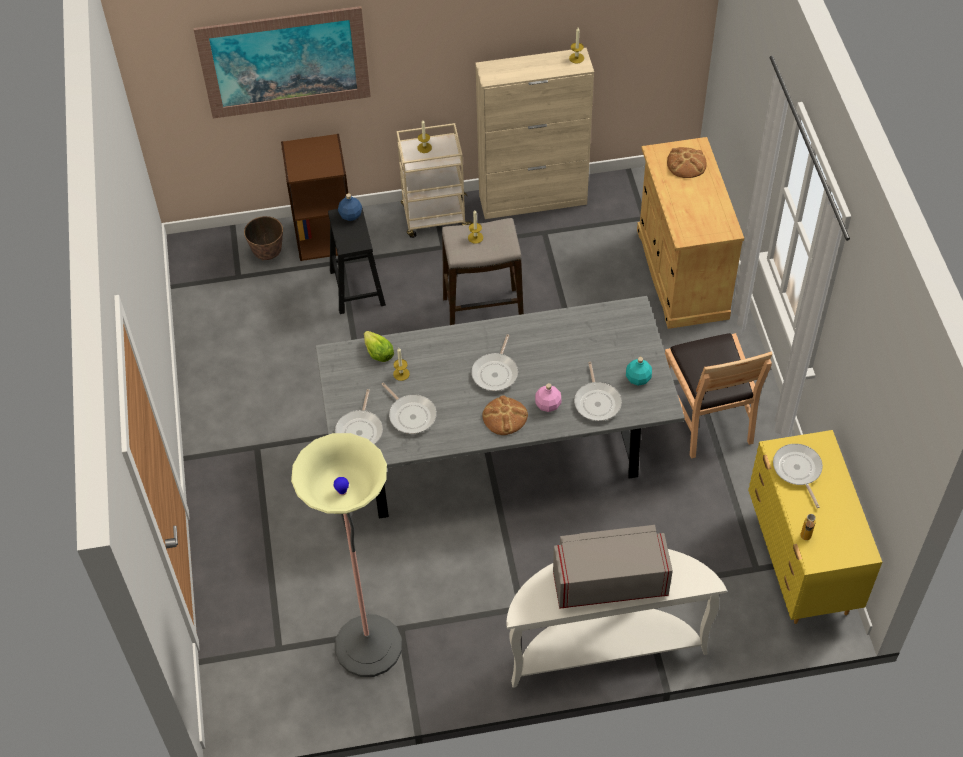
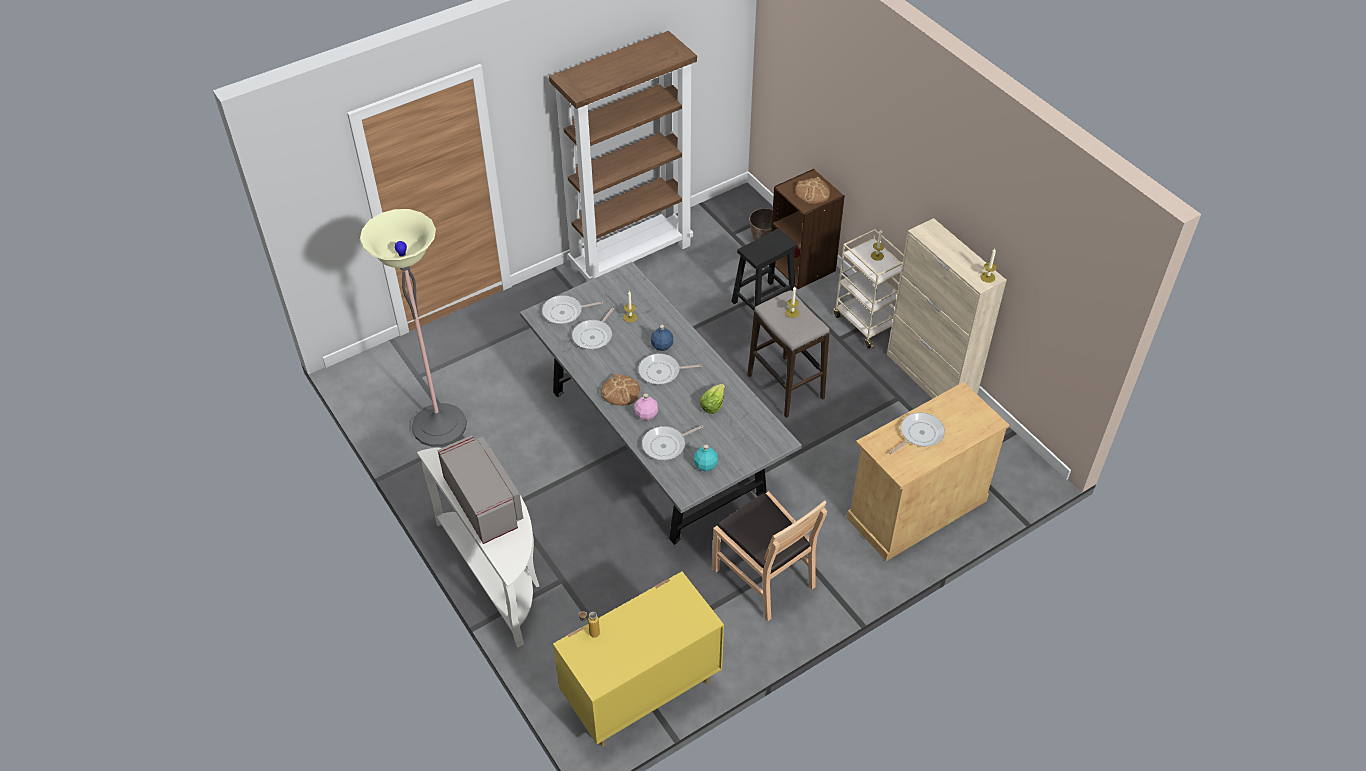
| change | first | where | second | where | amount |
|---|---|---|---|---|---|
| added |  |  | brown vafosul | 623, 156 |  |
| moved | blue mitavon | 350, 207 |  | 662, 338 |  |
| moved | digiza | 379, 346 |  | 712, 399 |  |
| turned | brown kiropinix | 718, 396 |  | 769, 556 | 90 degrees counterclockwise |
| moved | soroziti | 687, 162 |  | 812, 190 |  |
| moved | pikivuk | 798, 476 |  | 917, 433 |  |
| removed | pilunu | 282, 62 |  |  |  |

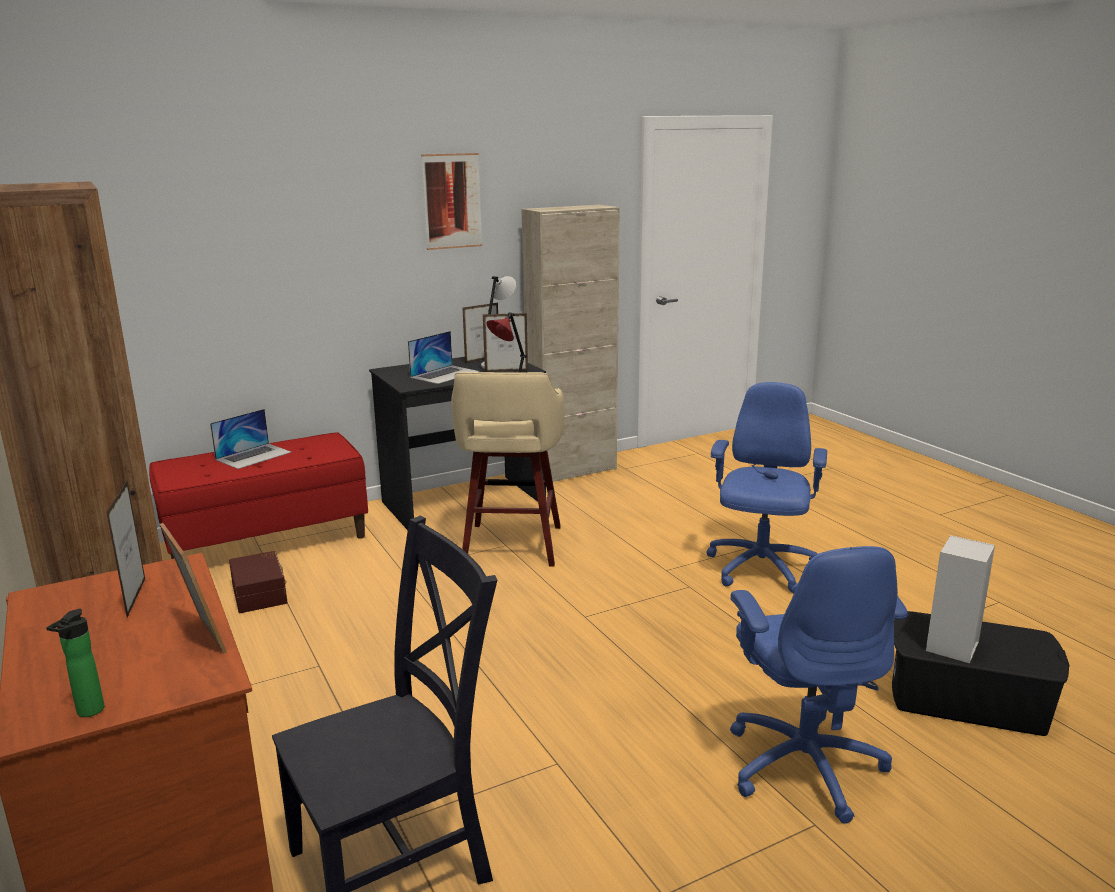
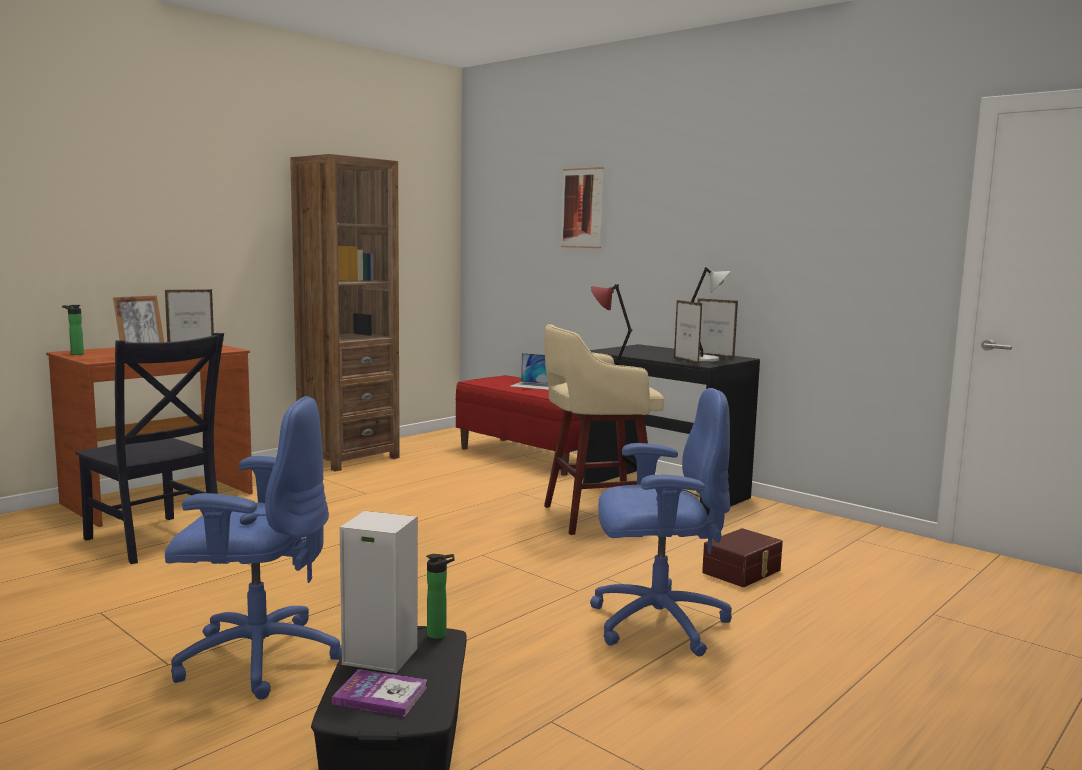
| change | first | where | second | where | amount |
|---|---|---|---|---|---|
| turned | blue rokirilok | 819, 685 |  | 253, 548 | 150 degrees counterclockwise |
| added |  |  | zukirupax | 379, 693 |  |
| added |  |  | mitavon | 440, 596 |  |
| moved | pilunu | 451, 201 |  | 582, 207 |  |
| moved | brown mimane | 258, 582 |  | 742, 557 |  |
| removed | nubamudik | 443, 357 |  |  |  |
| removed | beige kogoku | 571, 343 |  |  |  |

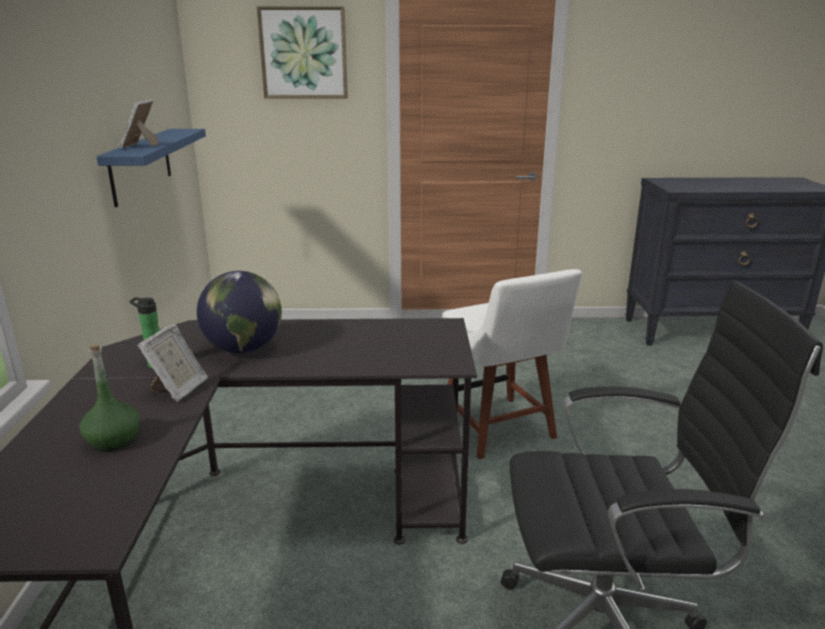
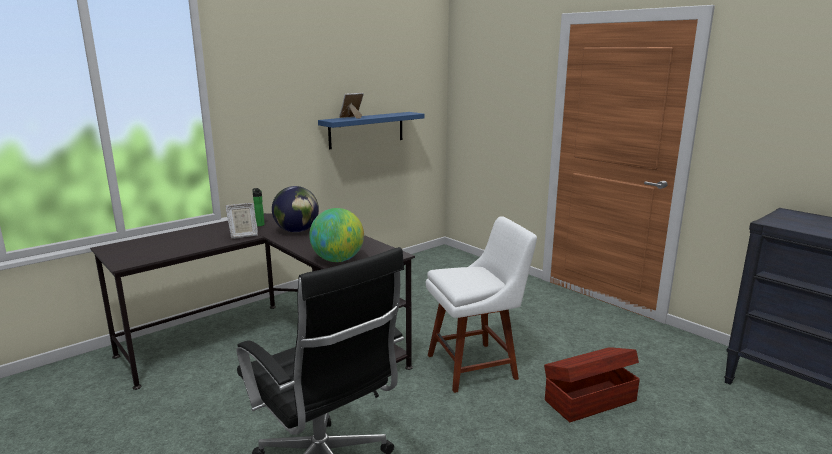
| change | first | where | second | where | amount |
|---|---|---|---|---|---|
| added |  |  | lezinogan | 336, 235 |  |
| turned | white kiropinix | 512, 364 |  | 481, 304 | 135 degrees counterclockwise |
| added |  |  | brown mimane | 592, 384 |  |
| removed | green mitavon | 110, 398 |  |  |  |
| removed | pilunu | 302, 52 |  |  |  |

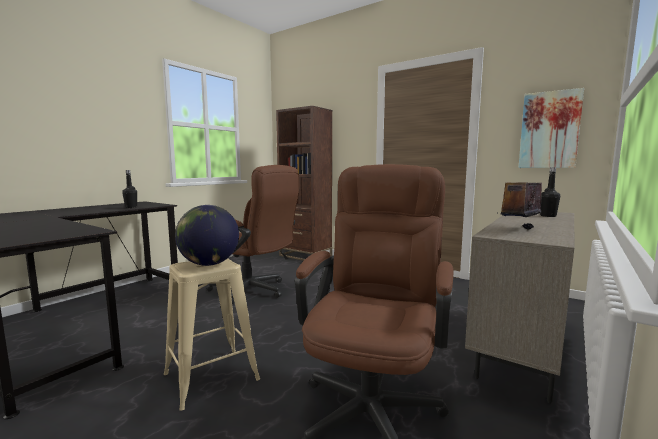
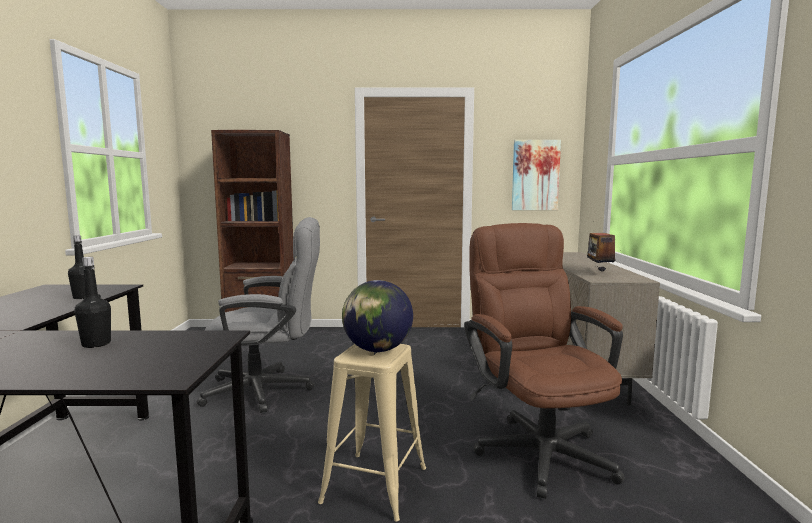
| change | first | where | second | where | amount |
|---|---|---|---|---|---|
| moved | black mitavon | 550, 192 |  | 93, 302 |  |
| recoloured | brown rokirilok | 253, 234 | grey rokirilok | 258, 315 |  |

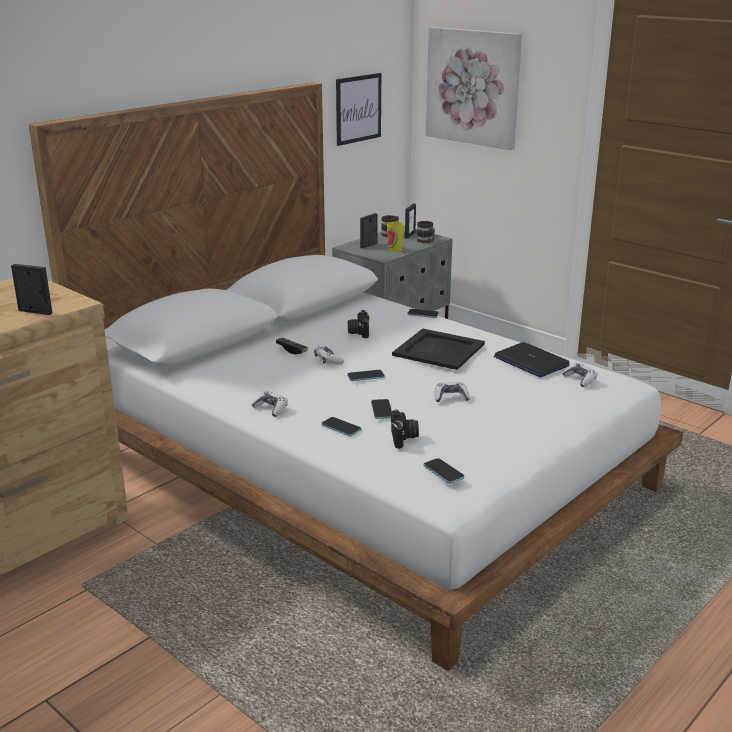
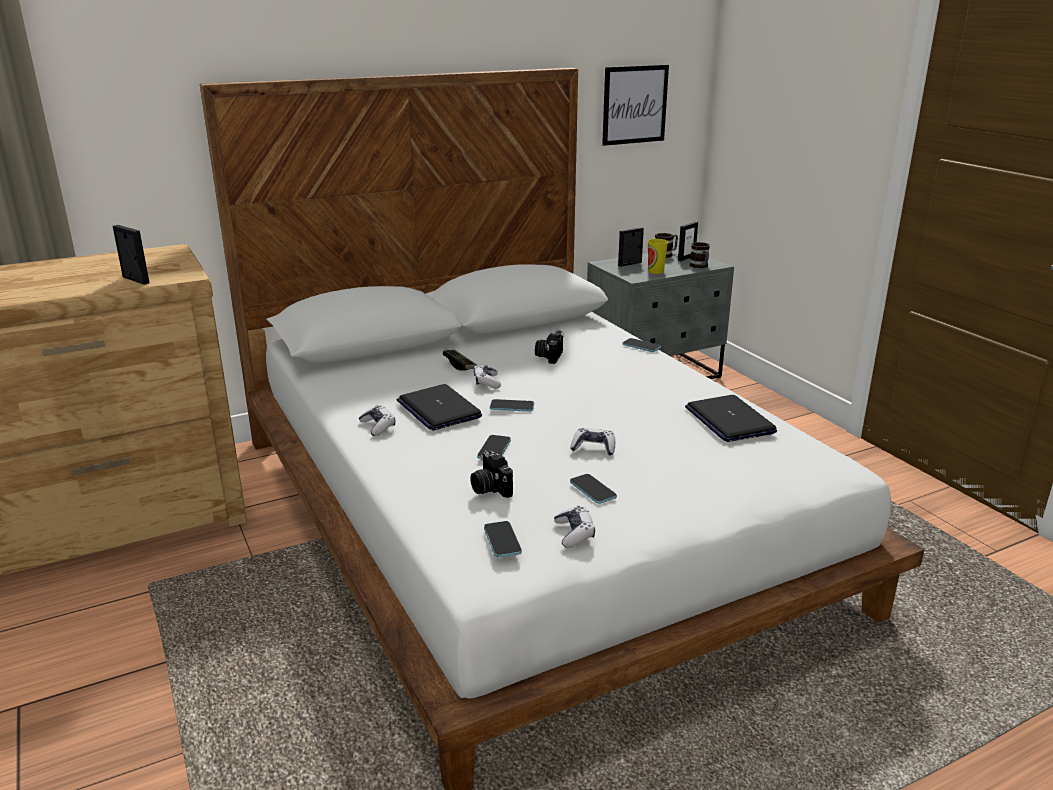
| change | first | where | second | where | amount |
|---|---|---|---|---|---|
| added |  |  | nubamudik | 439, 407 |  |
| turned | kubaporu | 405, 429 |  | 491, 473 | 135 degrees clockwise |
| moved | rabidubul | 579, 375 |  | 574, 527 |  |
| moved | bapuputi | 341, 426 |  | 593, 489 |  |
| removed | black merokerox | 438, 349 |  |  |  |
| removed | pilunu | 474, 88 |  |  |  |

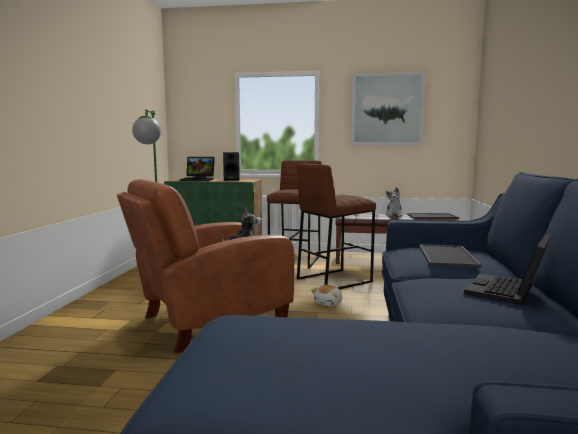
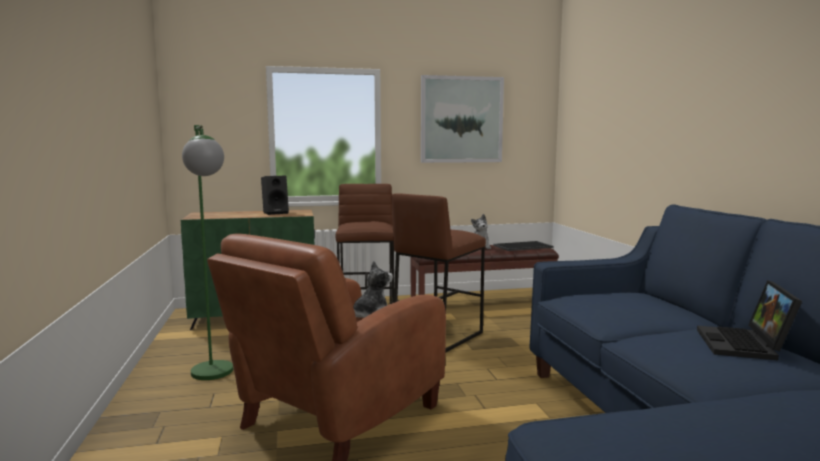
| change | first | where | second | where | amount |
|---|---|---|---|---|---|
| removed | nubamudik | 197, 169 |  |  |  |
| removed | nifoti | 326, 295 |  |  |  |
| removed | merokerox | 450, 256 |  |  |  |

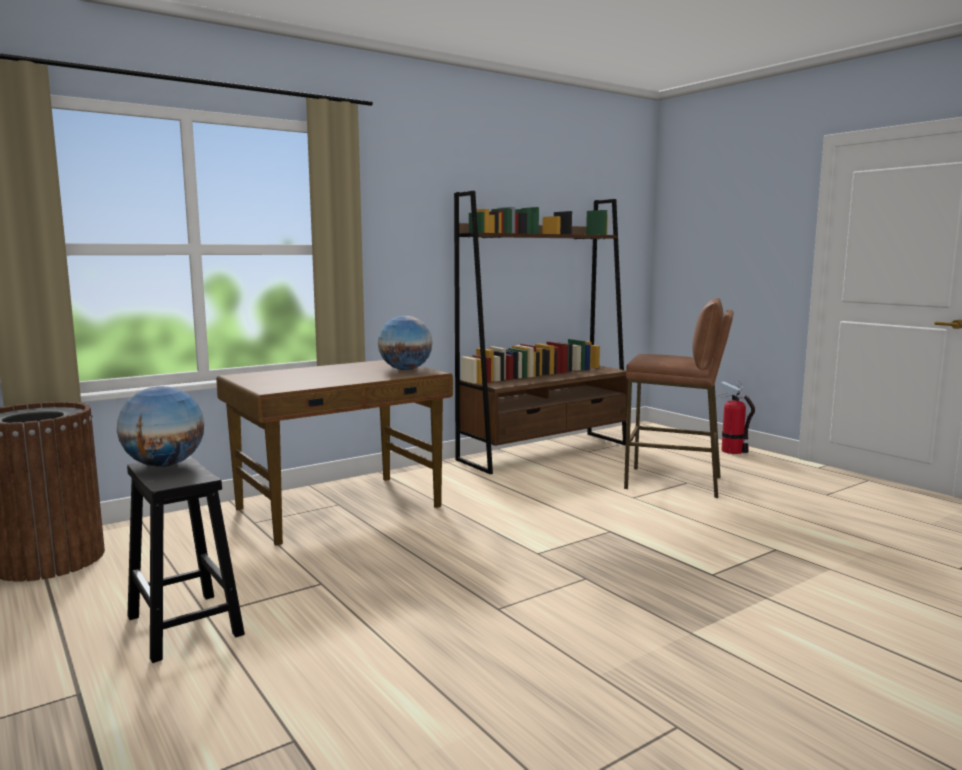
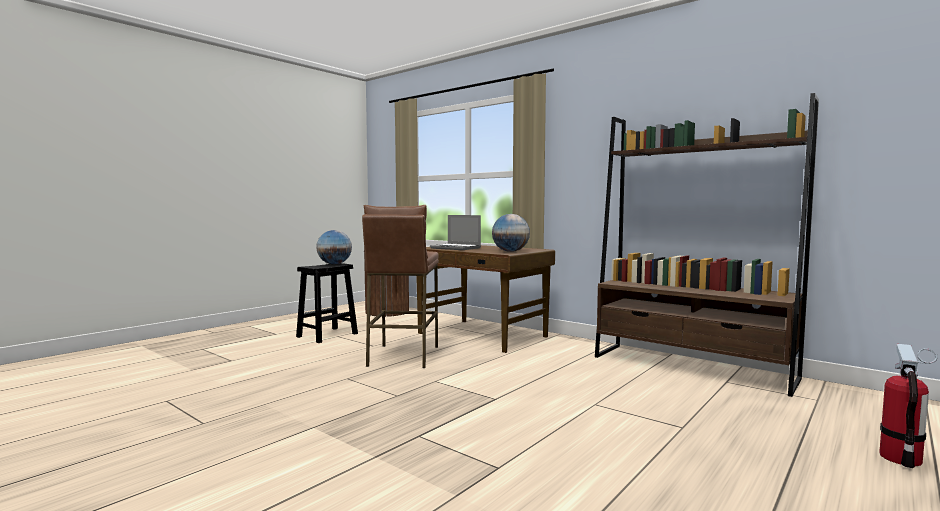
| change | first | where | second | where | amount |
|---|---|---|---|---|---|
| moved | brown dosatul | 679, 398 |  | 400, 286 |  |
| added |  |  | nubamudik | 455, 232 |  |

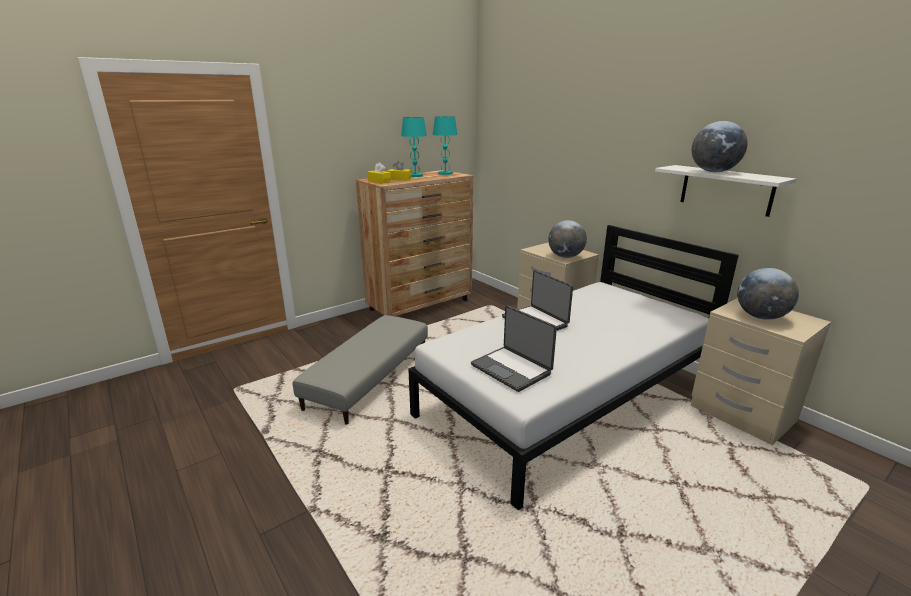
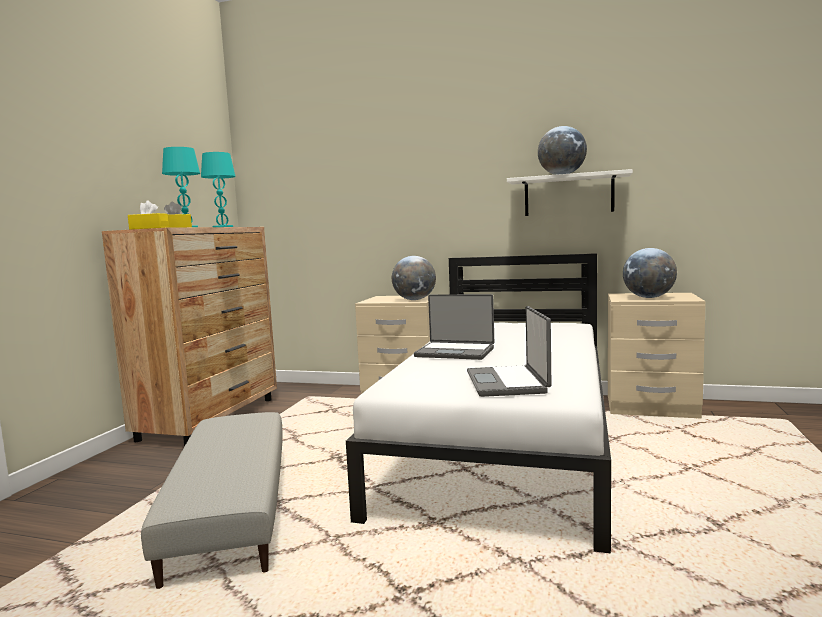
| change | first | where | second | where | amount |
|---|---|---|---|---|---|
| turned | nubamudik | 514, 349 |  | 509, 351 | 75 degrees clockwise |

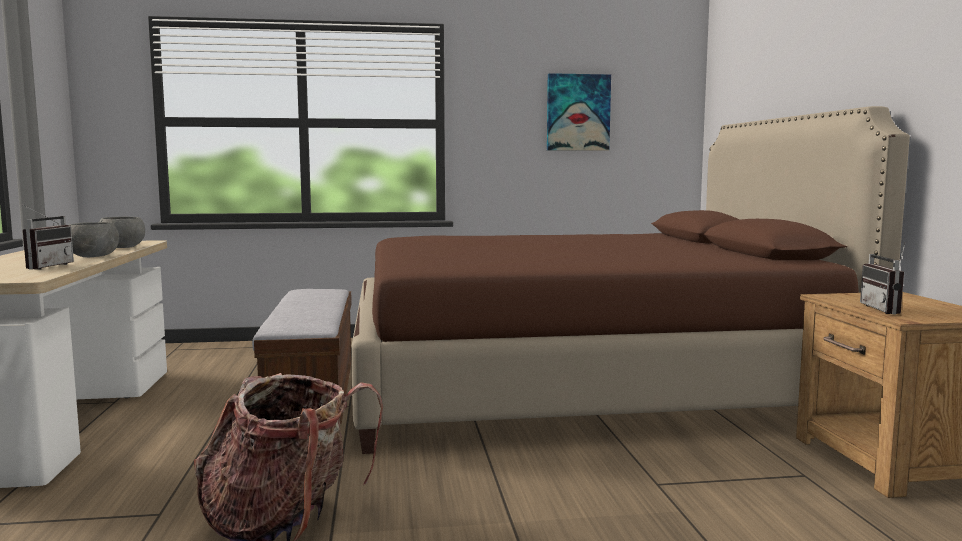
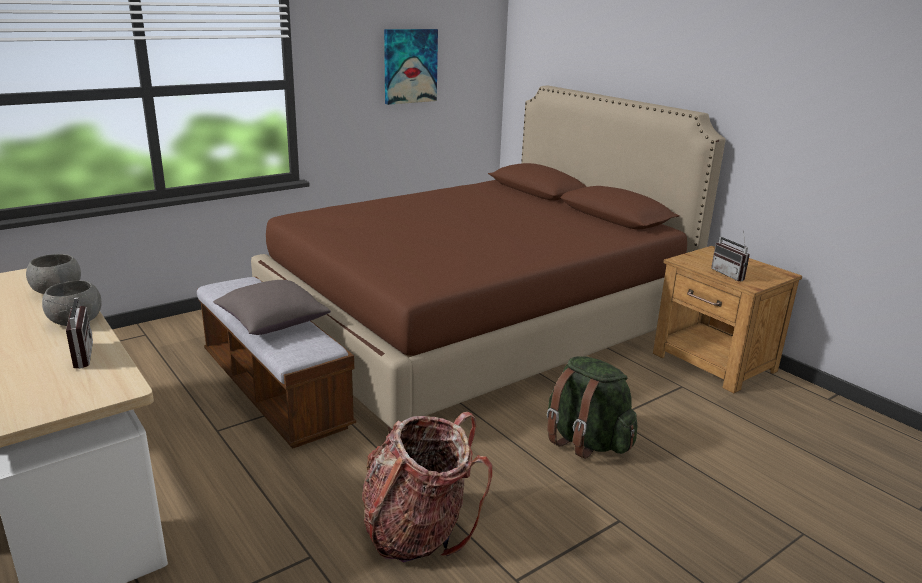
| change | first | where | second | where | amount |
|---|---|---|---|---|---|
| added |  |  | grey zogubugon | 272, 307 |  |
| added |  |  | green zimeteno | 592, 407 |  |

